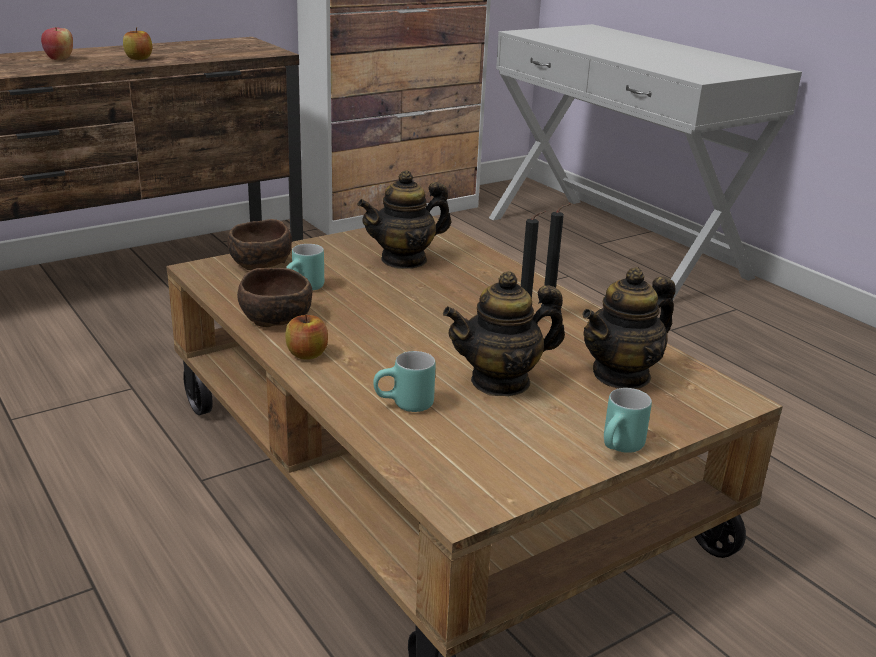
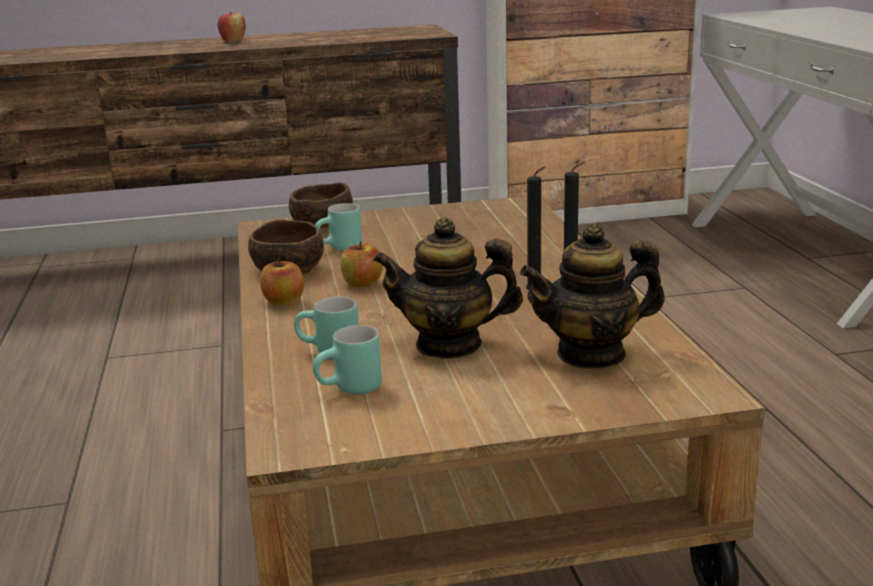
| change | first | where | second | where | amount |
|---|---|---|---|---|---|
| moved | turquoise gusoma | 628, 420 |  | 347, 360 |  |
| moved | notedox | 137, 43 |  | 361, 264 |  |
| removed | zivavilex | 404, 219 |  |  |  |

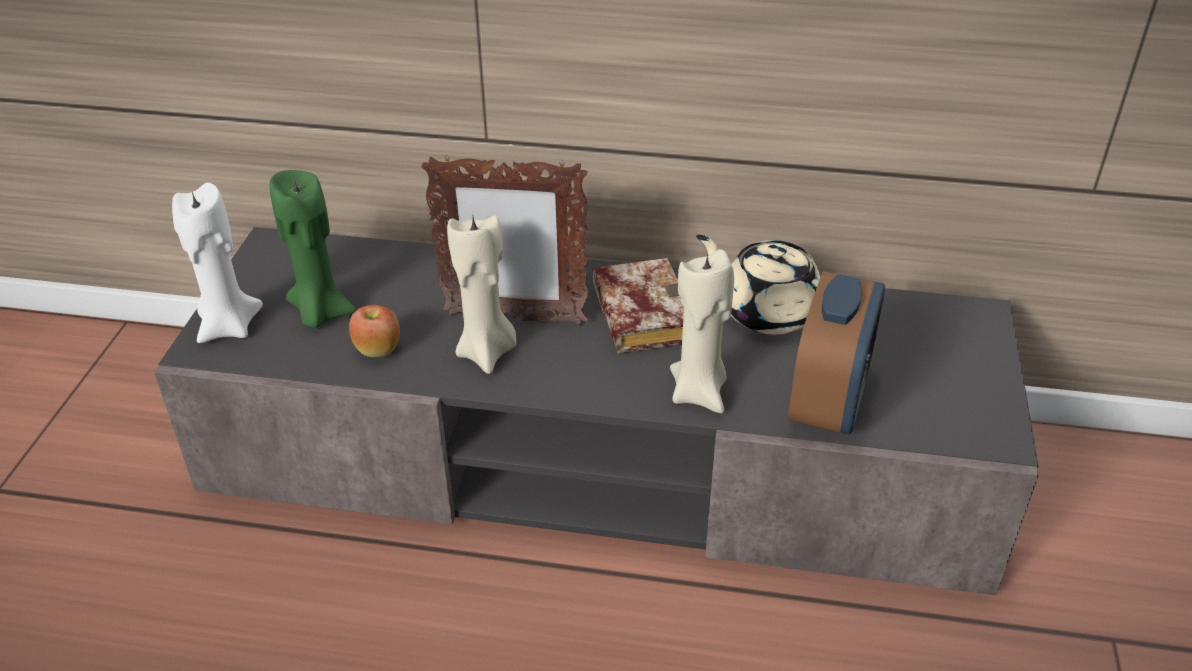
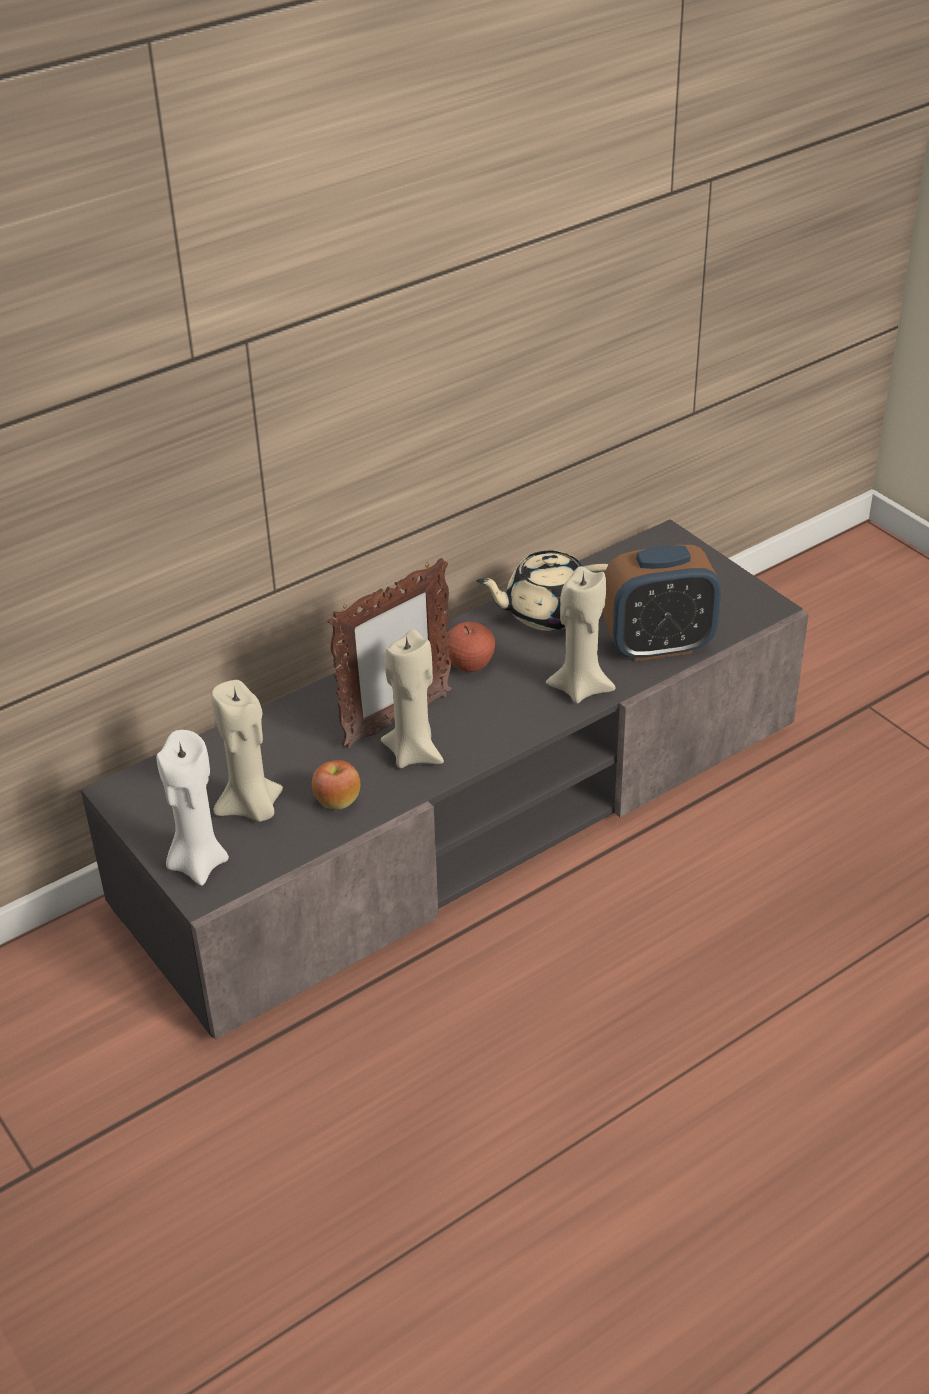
| change | first | where | second | where | amount |
|---|---|---|---|---|---|
| recoloured | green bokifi | 313, 249 | beige bokifi | 247, 751 |  |
| replaced | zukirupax | 638, 306 | notedox | 470, 647 |  |
| turned | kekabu | 836, 352 |  | 662, 603 | 105 degrees clockwise |

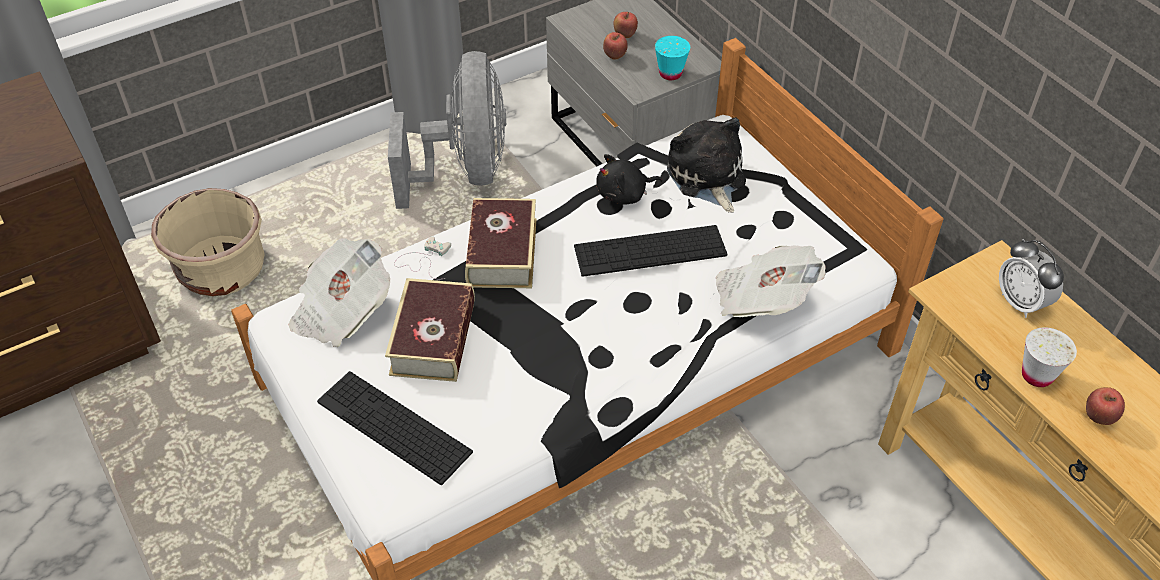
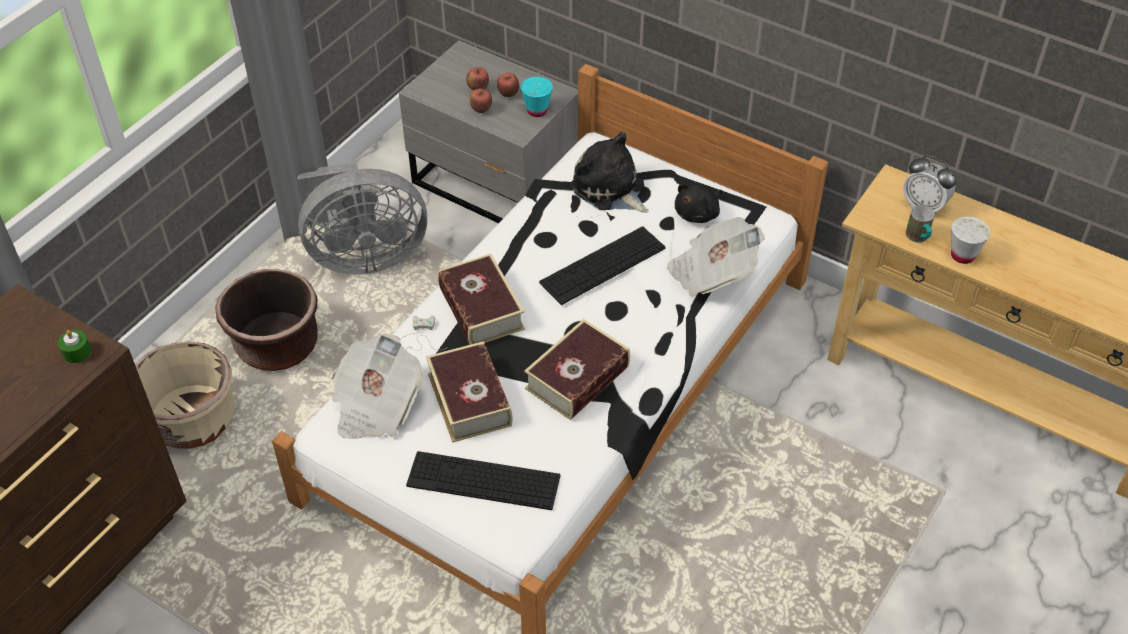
| change | first | where | second | where | amount |
|---|---|---|---|---|---|
| added |  |  | green bokifi | 75, 346 |  |
| added |  |  | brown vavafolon | 267, 320 |  |
| turned | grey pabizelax | 447, 130 |  | 362, 218 | 105 degrees clockwise |
| moved | notedox | 1105, 406 |  | 508, 84 |  |
| added |  |  | zukirupax | 577, 369 |  |
| moved | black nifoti | 629, 179 |  | 699, 203 |  |
| added |  |  | gusoma | 920, 224 |  |

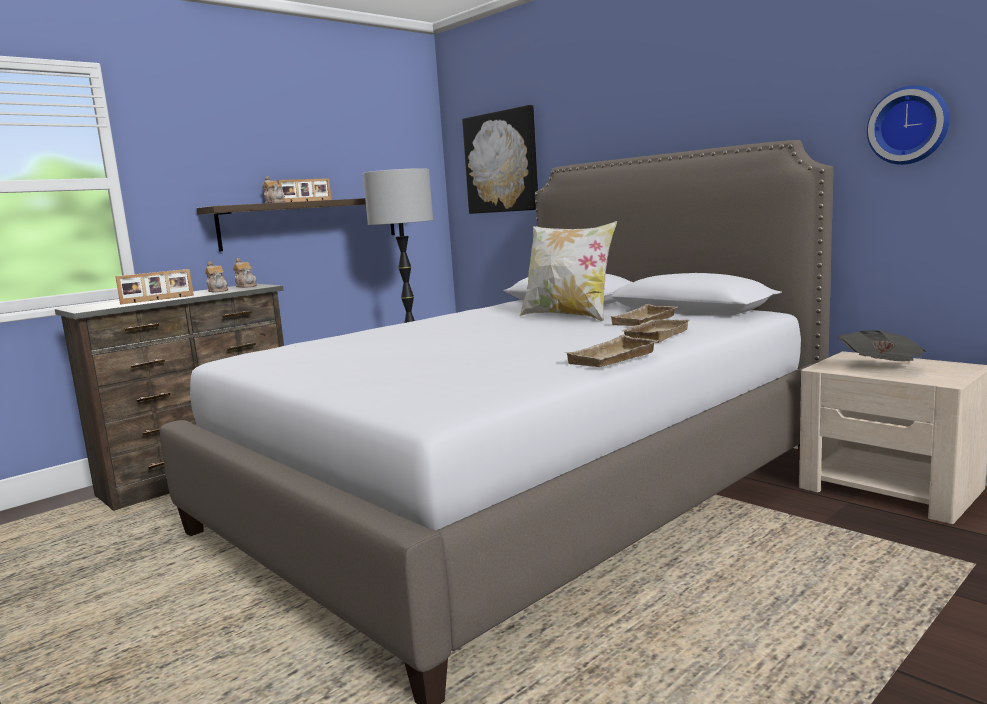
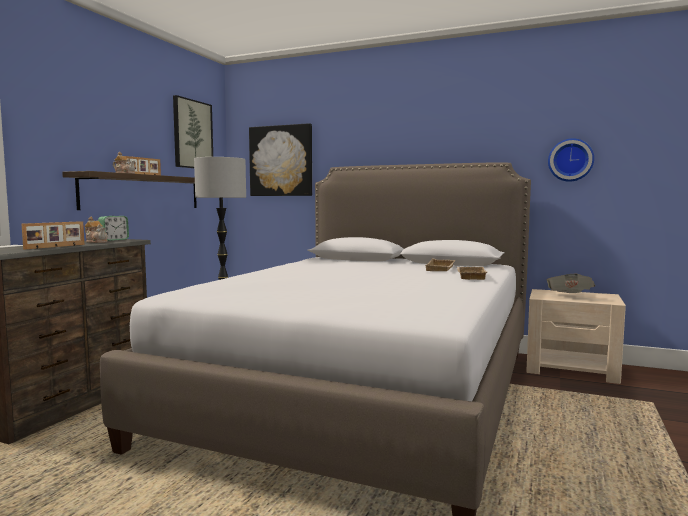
| change | first | where | second | where | amount |
|---|---|---|---|---|---|
| replaced | zivavilex | 245, 273 | kekabu | 113, 228 |  |
| added |  |  | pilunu | 193, 131 |  |
| removed | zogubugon | 568, 271 |  |  |  |
| removed | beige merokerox | 611, 351 |  |  |  |

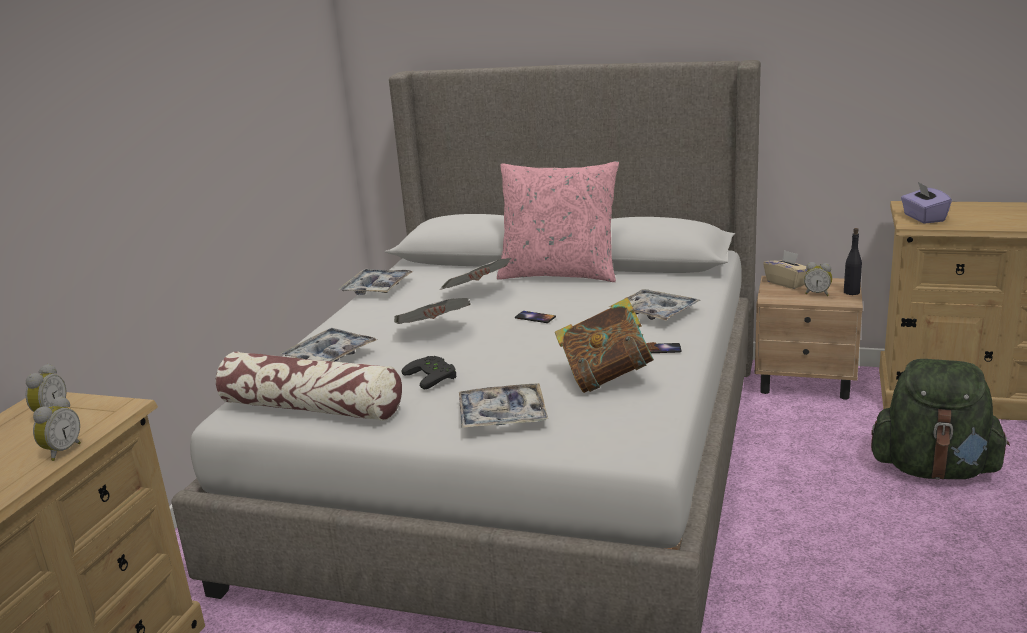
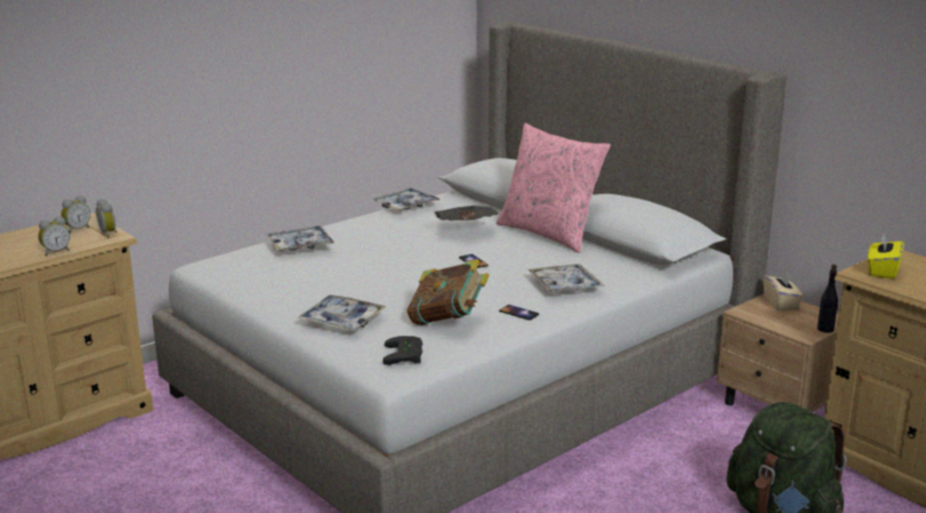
| change | first | where | second | where | amount |
|---|---|---|---|---|---|
| moved | kekabu | 818, 279 |  | 106, 218 |  |
| moved | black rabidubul | 429, 373 |  | 403, 350 |  |
| recoloured | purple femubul | 926, 203 | yellow femubul | 886, 255 |  |
| removed | zogubugon | 308, 386 |  |  |  |
| removed | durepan | 432, 311 |  |  |  |

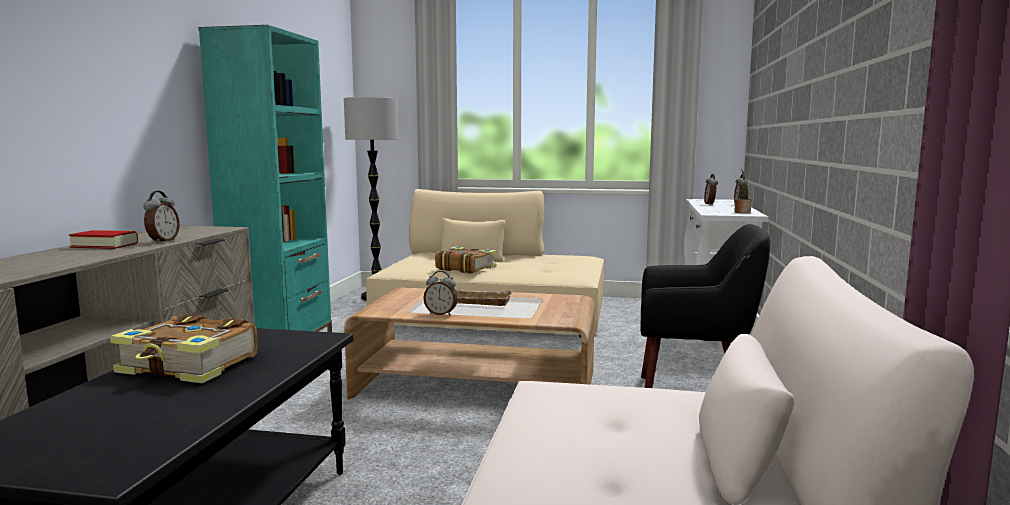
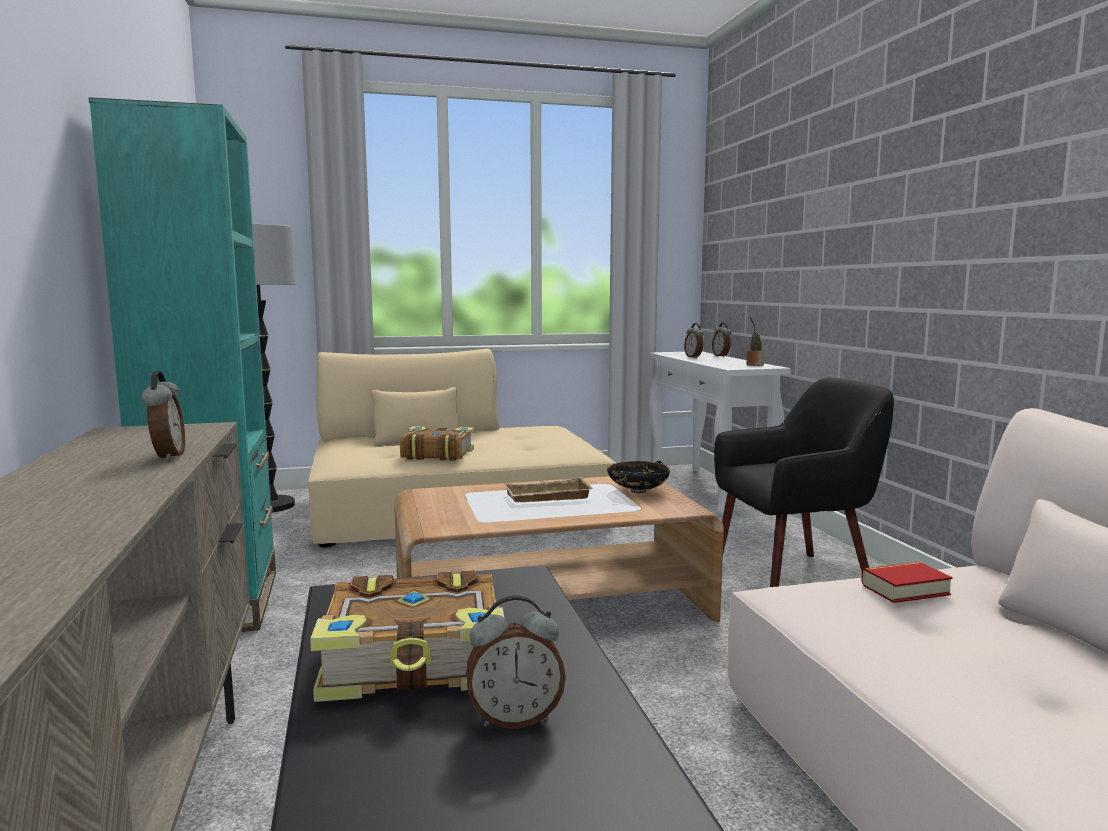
| change | first | where | second | where | amount |
|---|---|---|---|---|---|
| moved | kekabu | 440, 293 |  | 516, 662 |  |
| added |  |  | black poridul | 638, 477 |  |
| moved | zukirupax | 103, 239 |  | 907, 582 |  |

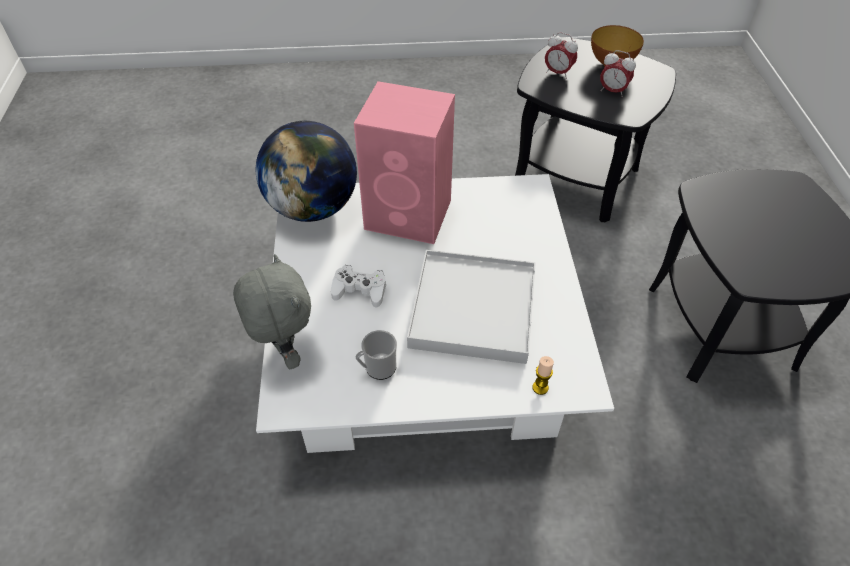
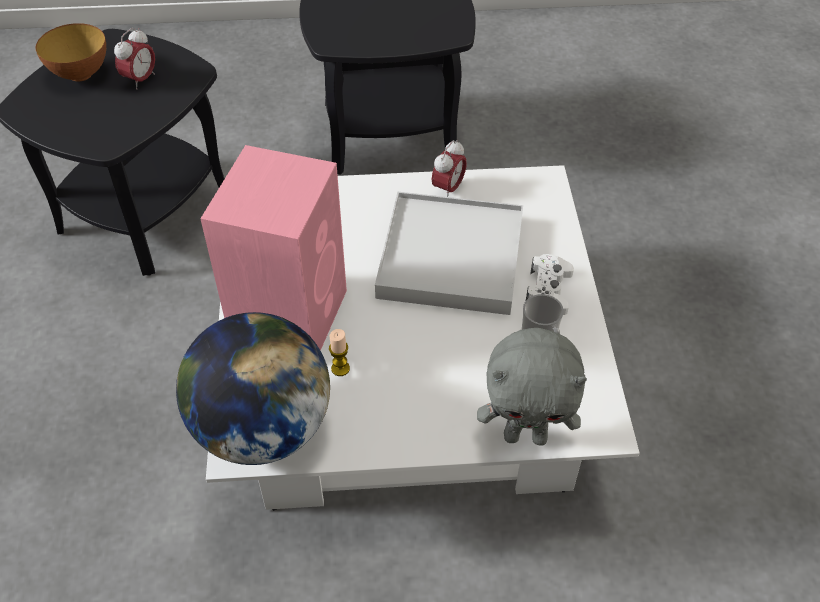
| change | first | where | second | where | amount |
|---|---|---|---|---|---|
| moved | bokifi | 543, 375 |  | 339, 352 |  |
| moved | kekabu | 561, 55 |  | 449, 168 |  |
| turned | grey nifoti | 272, 311 |  | 532, 387 | 150 degrees counterclockwise |
| moved | white rabidubul | 358, 286 |  | 550, 284 |  |

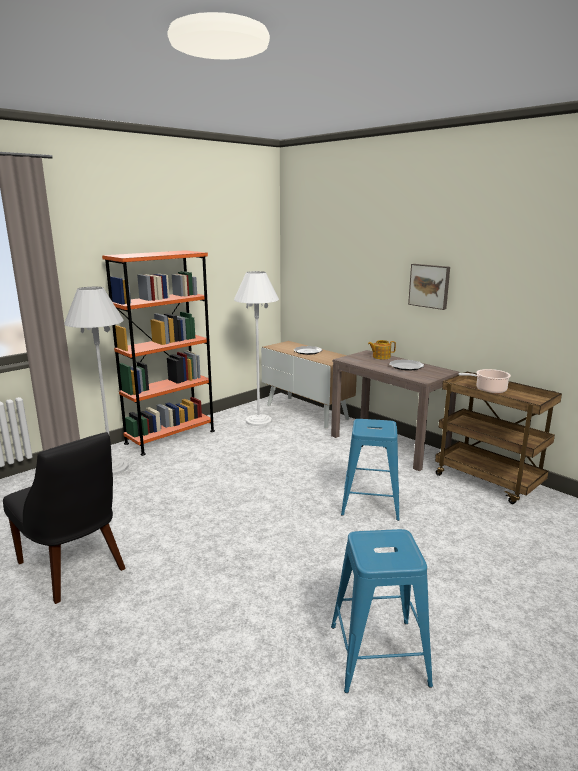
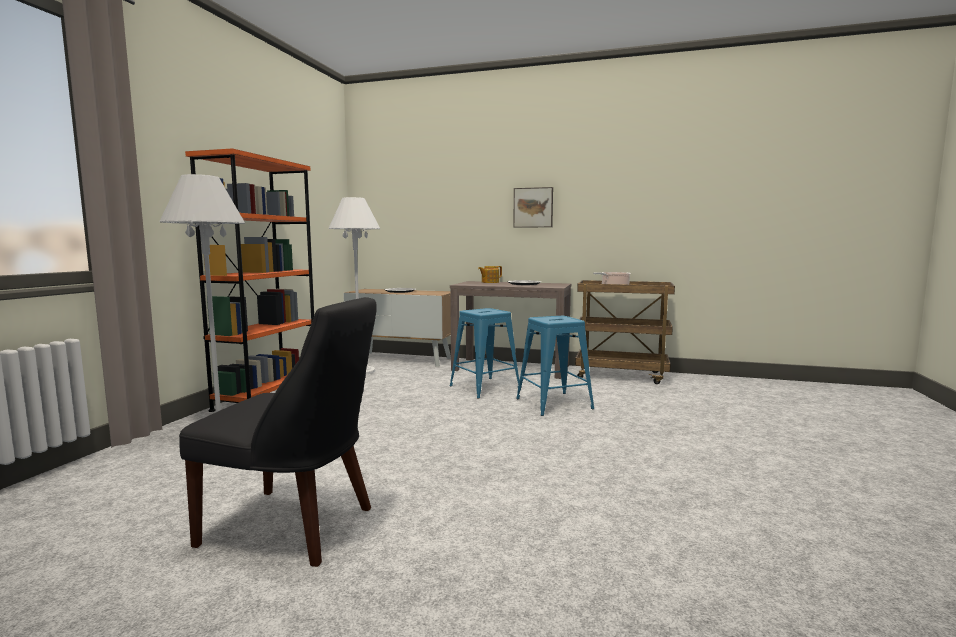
| change | first | where | second | where | amount |
|---|---|---|---|---|---|
| moved | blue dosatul | 382, 611 |  | 485, 353 |  |

